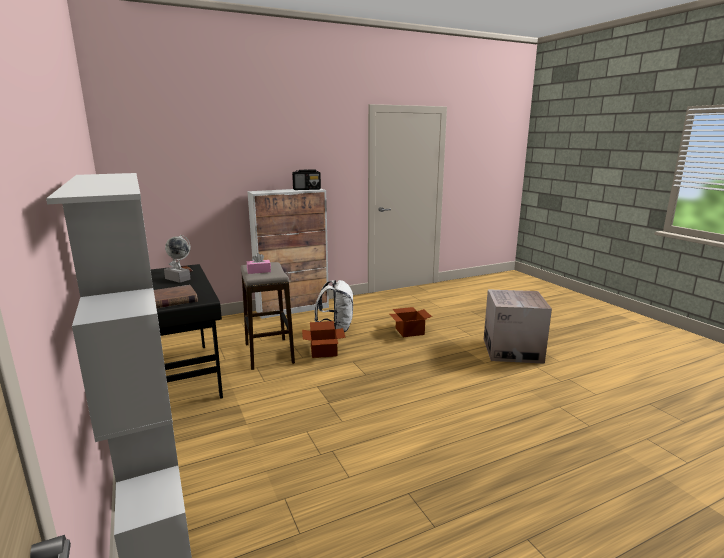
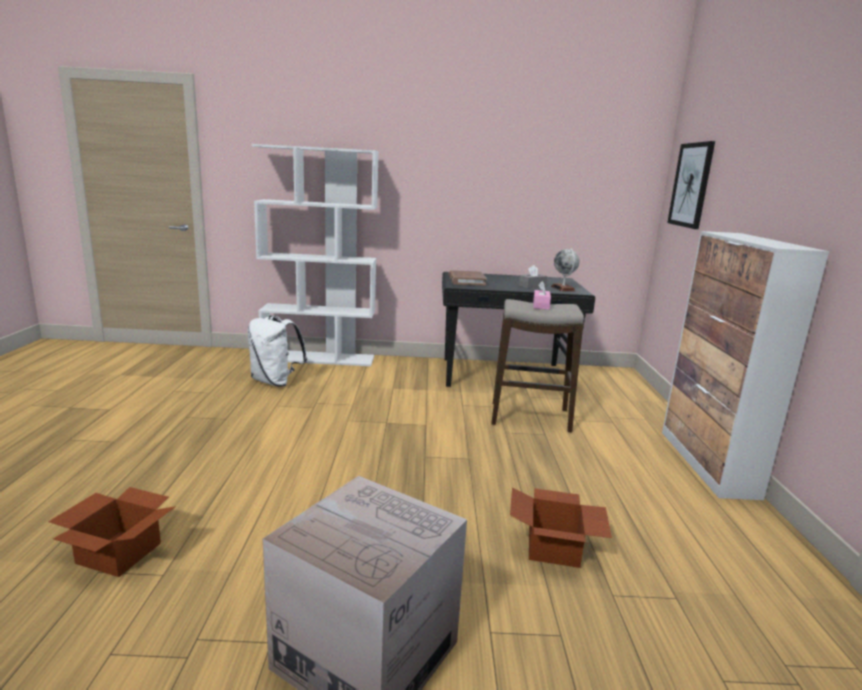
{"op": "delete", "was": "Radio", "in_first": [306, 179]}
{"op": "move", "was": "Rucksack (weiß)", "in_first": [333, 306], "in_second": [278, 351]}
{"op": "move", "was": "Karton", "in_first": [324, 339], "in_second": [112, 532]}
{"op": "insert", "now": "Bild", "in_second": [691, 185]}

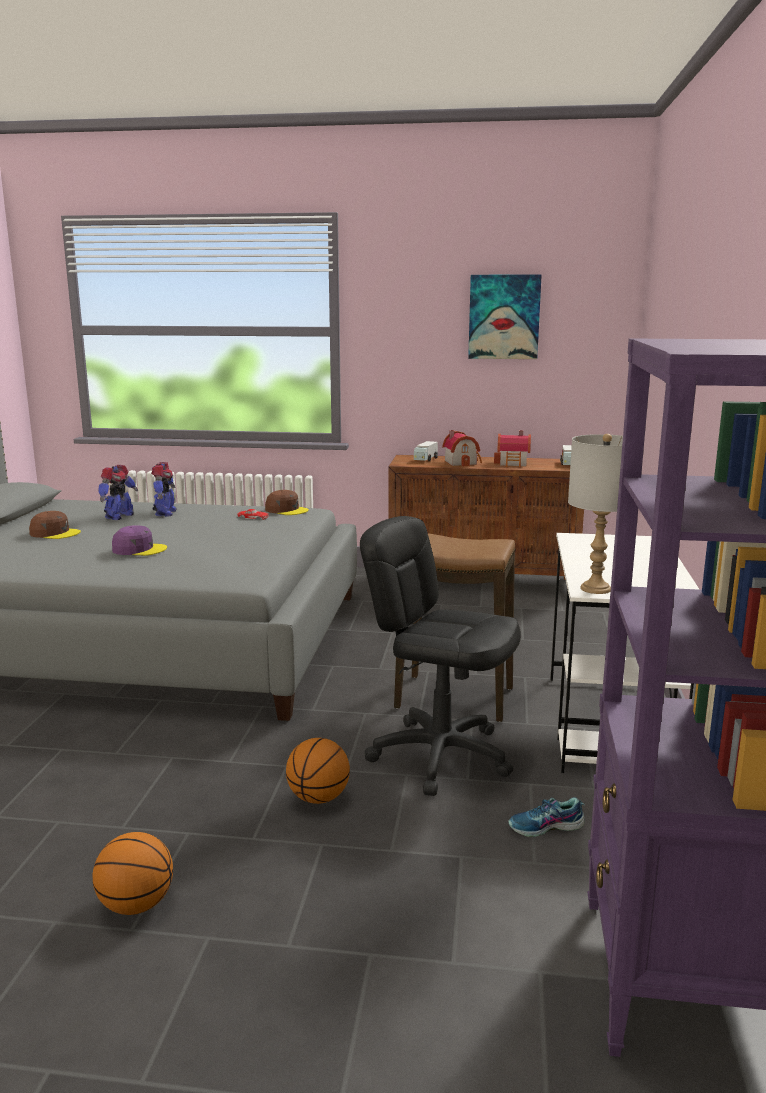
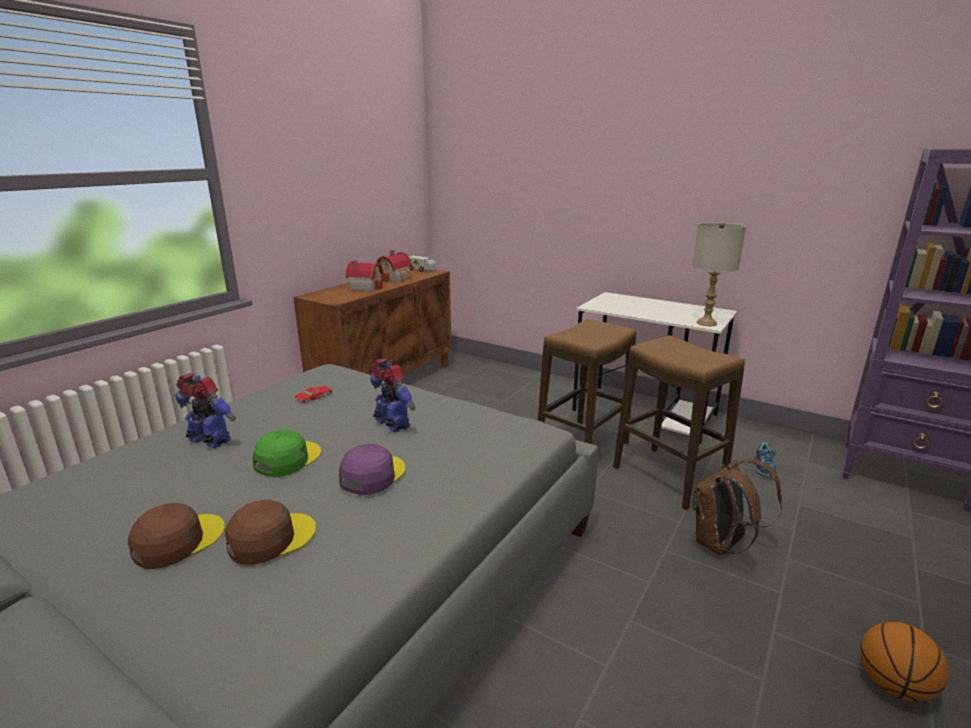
{"op": "delete", "was": "Bild", "in_first": [505, 316]}
{"op": "delete", "was": "Spielzeuglaster", "in_first": [426, 451]}
{"op": "move", "was": "Spielzeugroboter", "in_first": [118, 492], "in_second": [393, 395]}
{"op": "move", "was": "Kappe (braun)", "in_first": [287, 502], "in_second": [270, 532]}
{"op": "replace", "was": "Bürostuhl (schwarz)", "now": "Hocker", "in_first": [440, 656], "in_second": [679, 422]}
{"op": "replace", "was": "Basketball", "now": "Rucksack (braun)", "in_first": [318, 771], "in_second": [737, 507]}
{"op": "insert", "now": "Kappe (grün)", "in_second": [287, 453]}

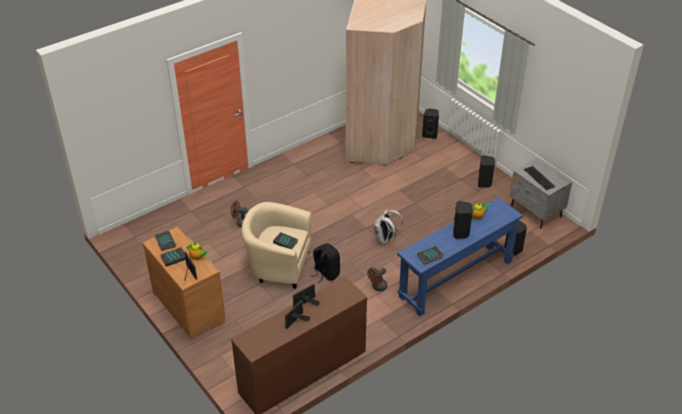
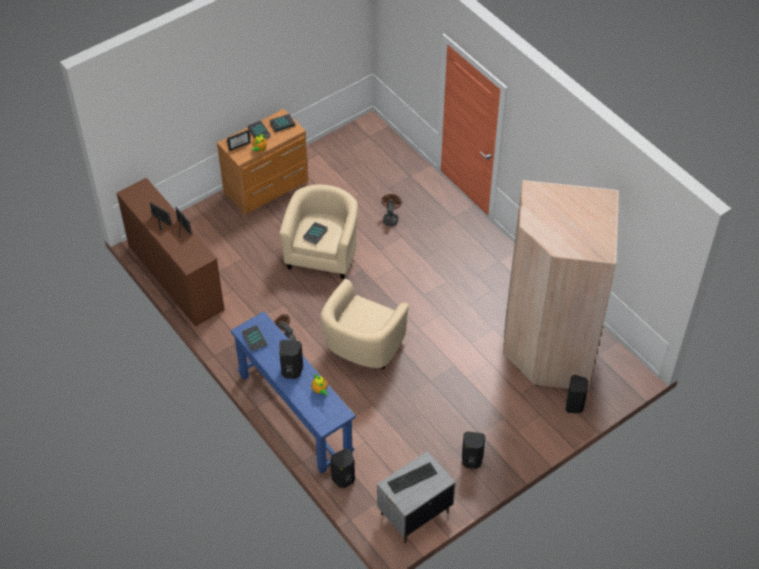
{"op": "replace", "was": "Rucksack (weiß)", "now": "Sessel (beige)", "in_first": [388, 226], "in_second": [364, 324]}
{"op": "delete", "was": "Rucksack (schwarz)", "in_first": [325, 263]}

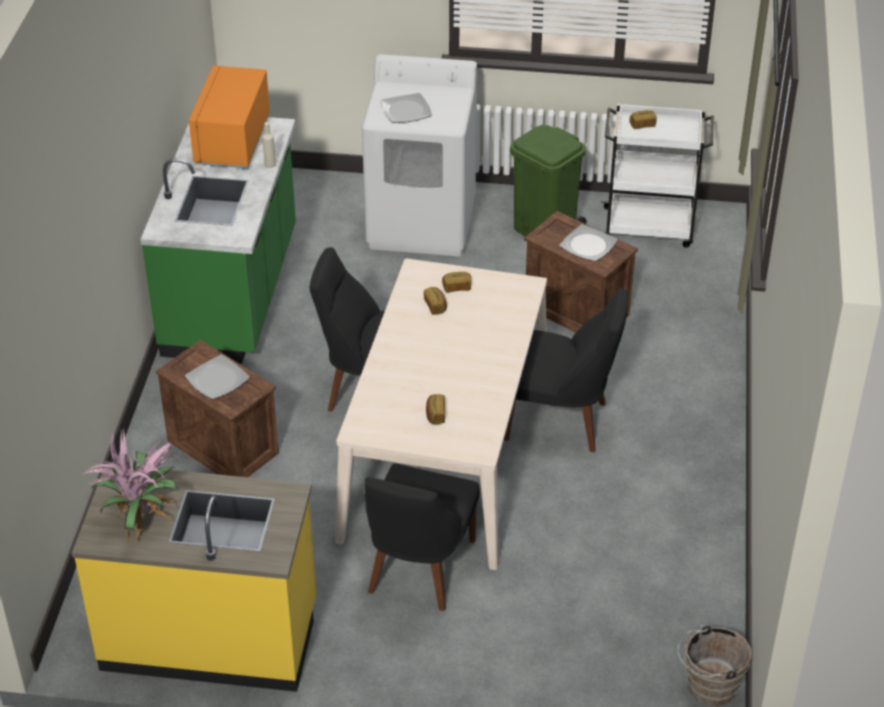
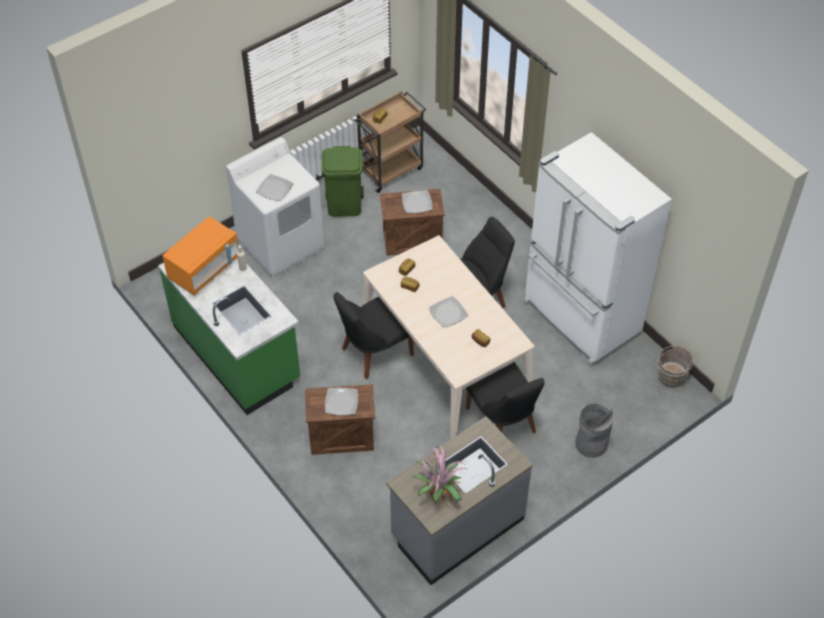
{"op": "rotate", "was": "Mikrowelle (orange)", "in_first": [229, 117], "in_second": [200, 255], "clockwise": -105}
{"op": "recolor", "was": "Rollwagen (weiß)", "now": "Rollwagen (braun)", "in_first": [657, 175], "in_second": [390, 142]}
{"op": "recolor", "was": "Küchenzeile (gelb)", "now": "Küchenzeile (grau)", "in_first": [194, 579], "in_second": [459, 500]}
{"op": "insert", "now": "Kühlschrank (weiß)", "in_second": [597, 249]}
{"op": "insert", "now": "Teller", "in_second": [448, 311]}
{"op": "insert", "now": "Mülleimer (grau)", "in_second": [594, 430]}

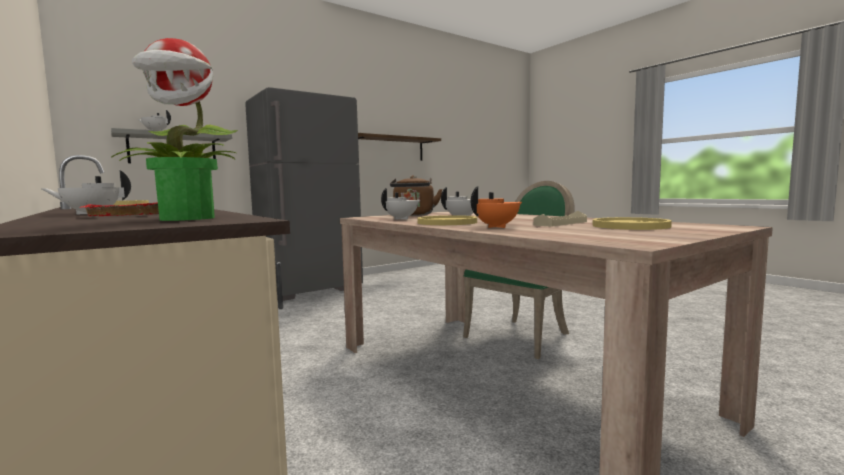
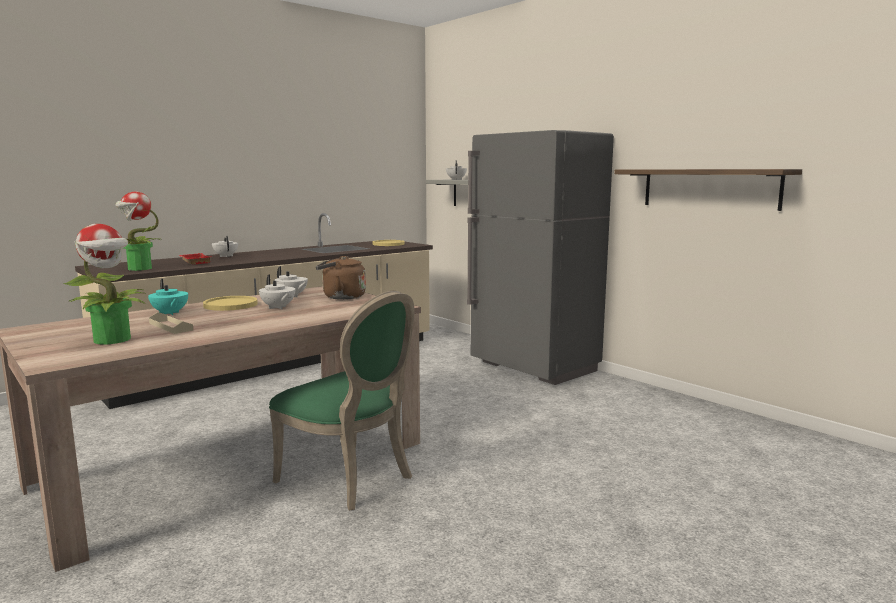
{"op": "recolor", "was": "Teekanne (orange)", "now": "Teekanne (türkis)", "in_first": [496, 207], "in_second": [168, 297]}
{"op": "replace", "was": "Teller (gelb)", "now": "Topfpflanze", "in_first": [632, 223], "in_second": [104, 284]}

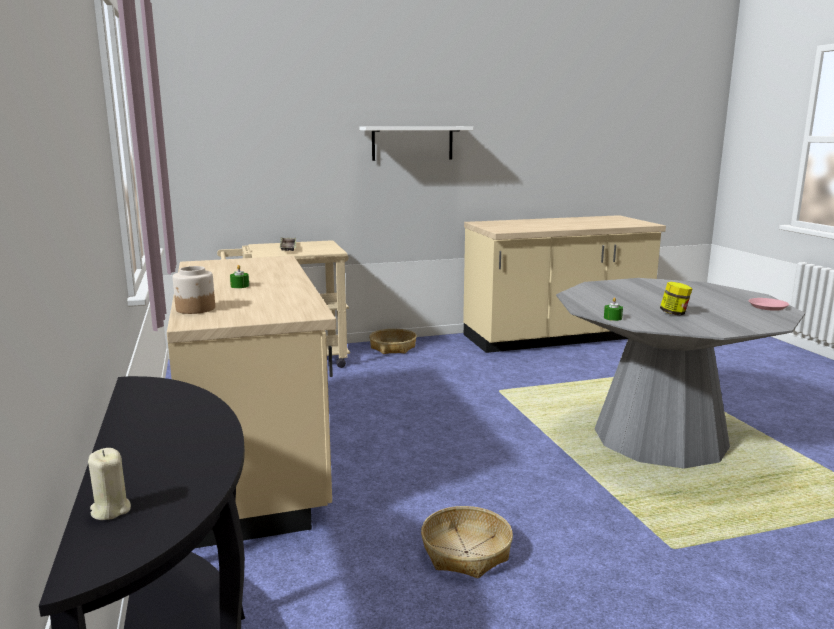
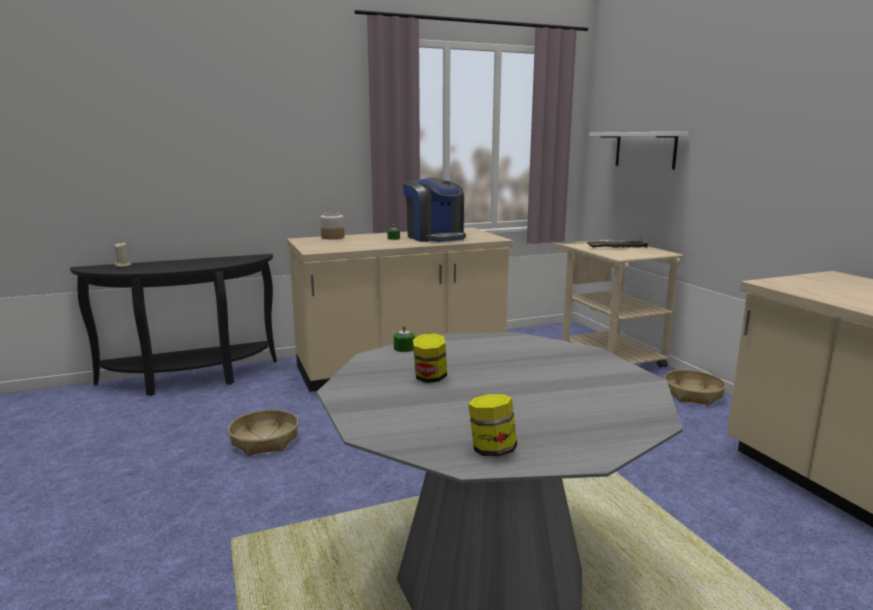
{"op": "move", "was": "Wandregal (weiß)", "in_first": [416, 143], "in_second": [639, 150]}
{"op": "replace", "was": "Teller (rosa)", "now": "Vorratsglas", "in_first": [769, 304], "in_second": [492, 425]}
{"op": "insert", "now": "Kaffeemaschine", "in_second": [434, 210]}

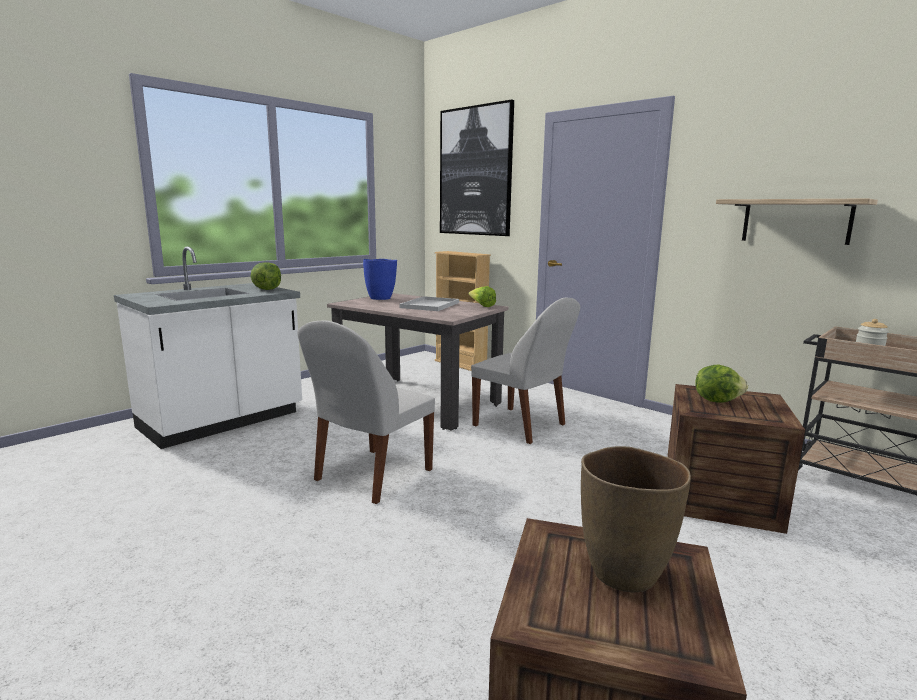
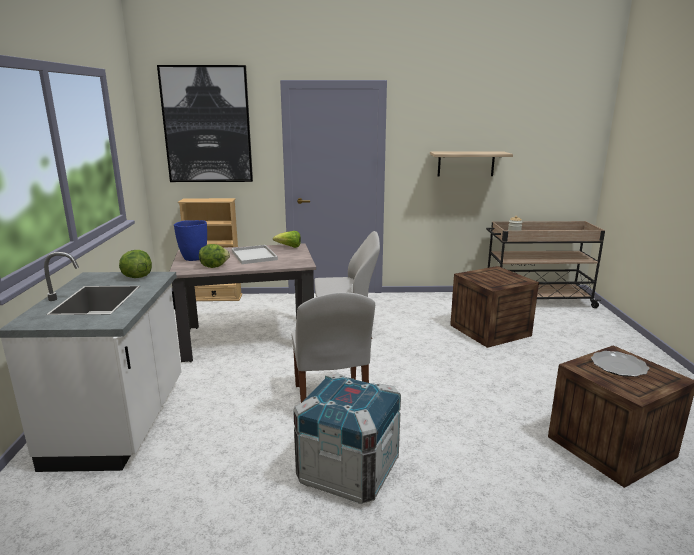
{"op": "move", "was": "Salatkopf", "in_first": [721, 384], "in_second": [214, 256]}
{"op": "replace", "was": "Vase (braun)", "now": "Teller", "in_first": [636, 519], "in_second": [620, 364]}
{"op": "insert", "now": "Kiste", "in_second": [347, 438]}

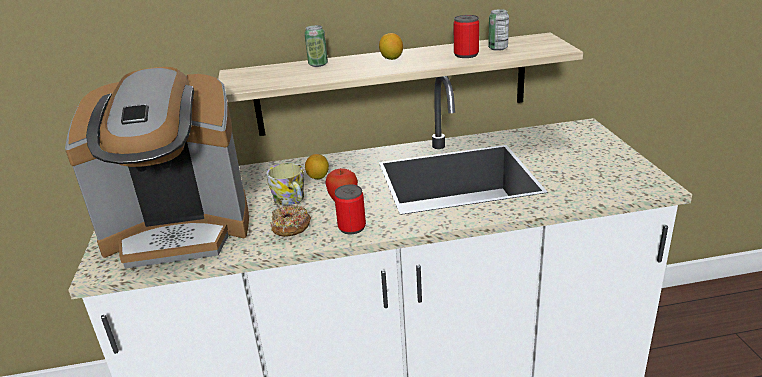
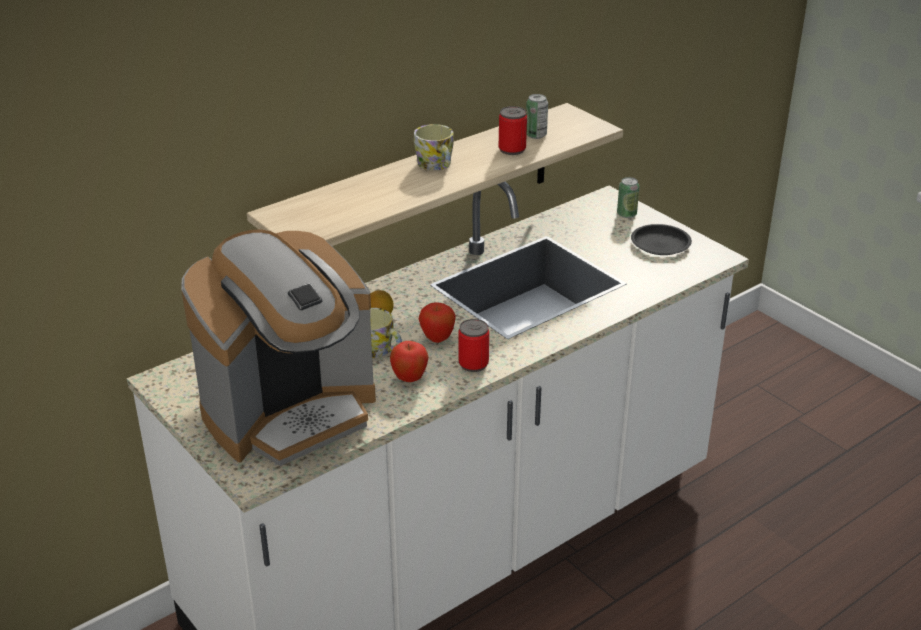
{"op": "move", "was": "Dose", "in_first": [316, 46], "in_second": [628, 197]}
{"op": "replace", "was": "Zitrone", "now": "Henkelbecher", "in_first": [391, 46], "in_second": [434, 147]}
{"op": "replace", "was": "Donut", "now": "Apfel", "in_first": [290, 221], "in_second": [409, 361]}
{"op": "insert", "now": "Teller (schwarz)", "in_second": [661, 239]}

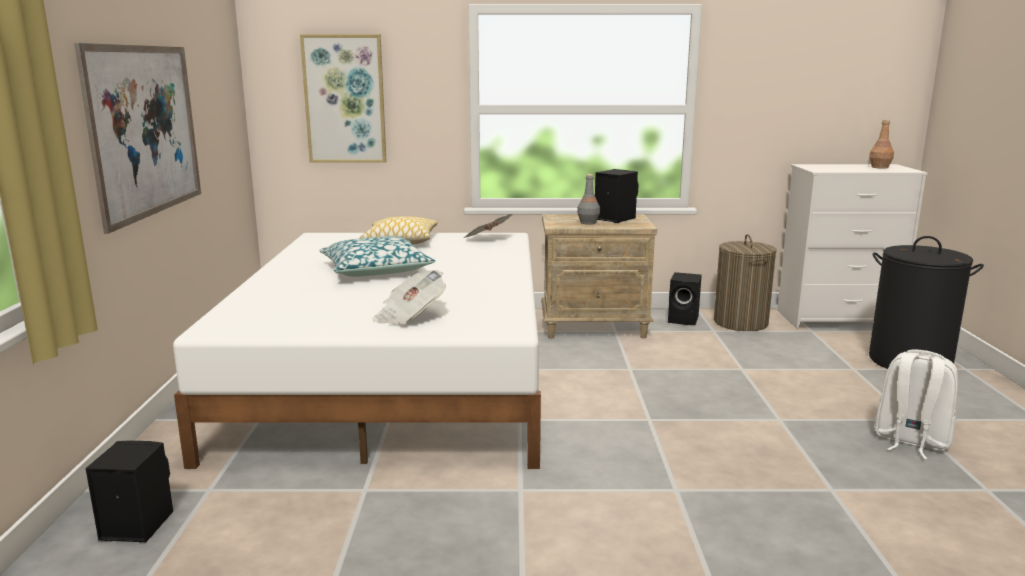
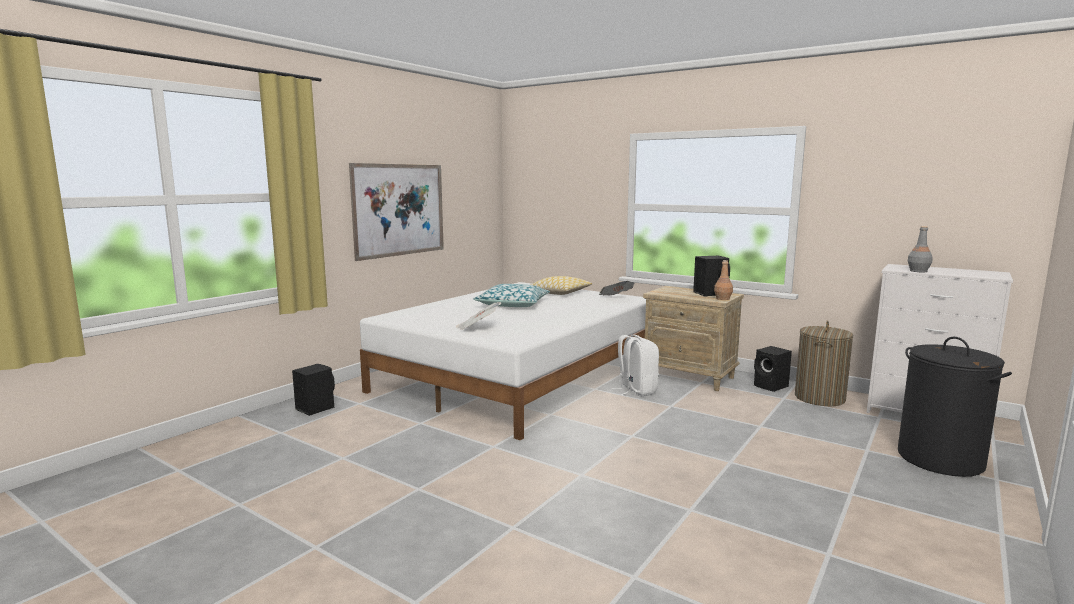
{"op": "delete", "was": "Bild", "in_first": [343, 98]}
{"op": "move", "was": "Flasche (braun)", "in_first": [881, 144], "in_second": [723, 280]}
{"op": "move", "was": "Flasche (grau)", "in_first": [588, 199], "in_second": [920, 249]}
{"op": "move", "was": "Rucksack (weiß)", "in_first": [916, 404], "in_second": [635, 365]}

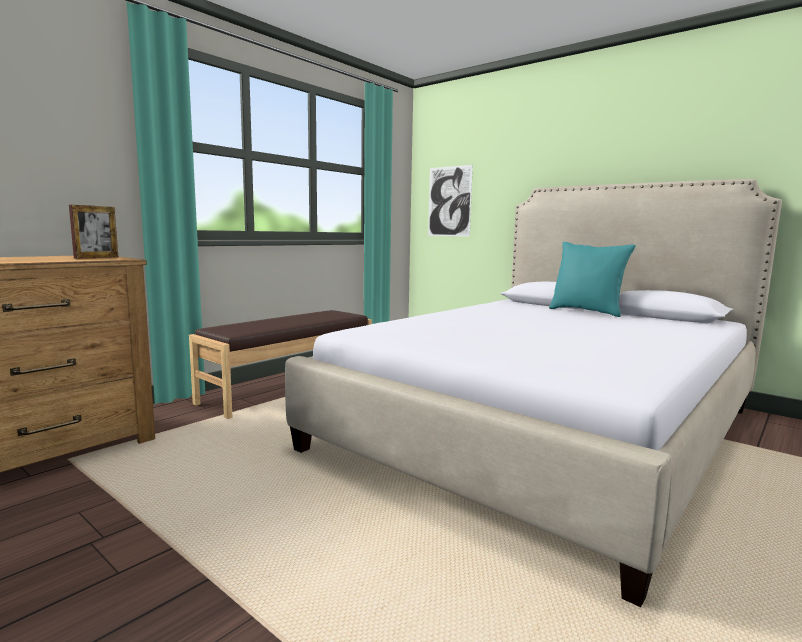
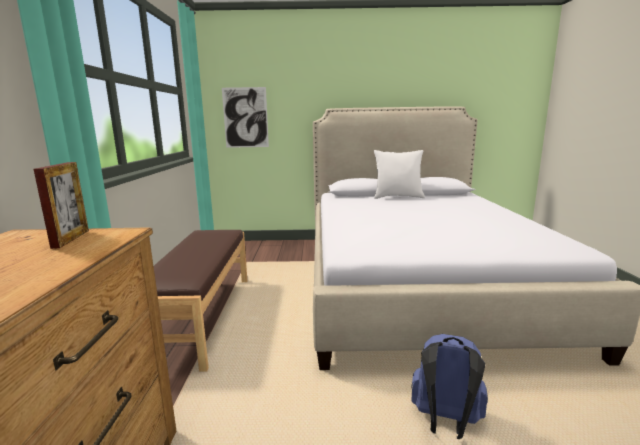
{"op": "recolor", "was": "Kissen (türkis)", "now": "Kissen (weiß)", "in_first": [592, 279], "in_second": [399, 174]}
{"op": "insert", "now": "Rucksack (blau)", "in_second": [449, 386]}

